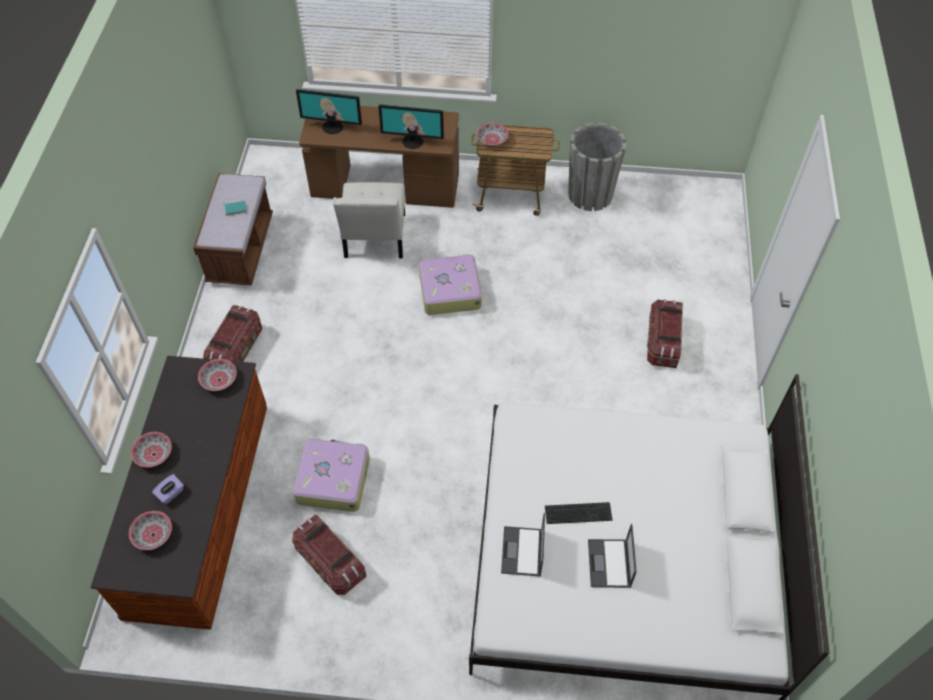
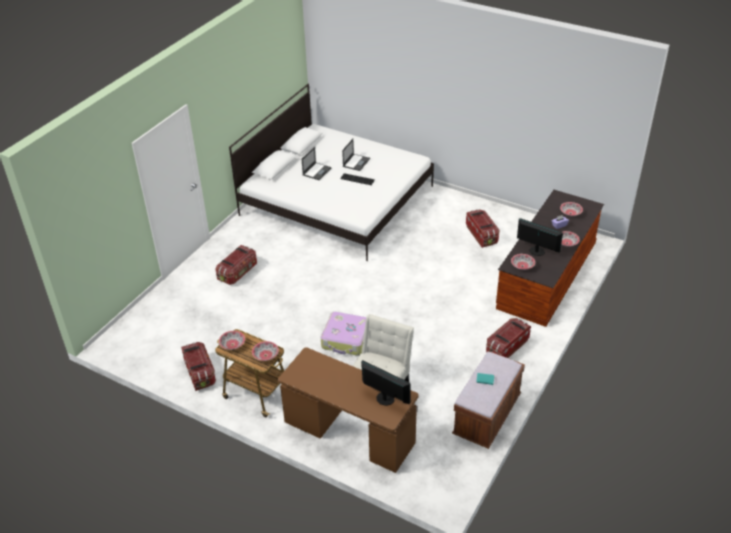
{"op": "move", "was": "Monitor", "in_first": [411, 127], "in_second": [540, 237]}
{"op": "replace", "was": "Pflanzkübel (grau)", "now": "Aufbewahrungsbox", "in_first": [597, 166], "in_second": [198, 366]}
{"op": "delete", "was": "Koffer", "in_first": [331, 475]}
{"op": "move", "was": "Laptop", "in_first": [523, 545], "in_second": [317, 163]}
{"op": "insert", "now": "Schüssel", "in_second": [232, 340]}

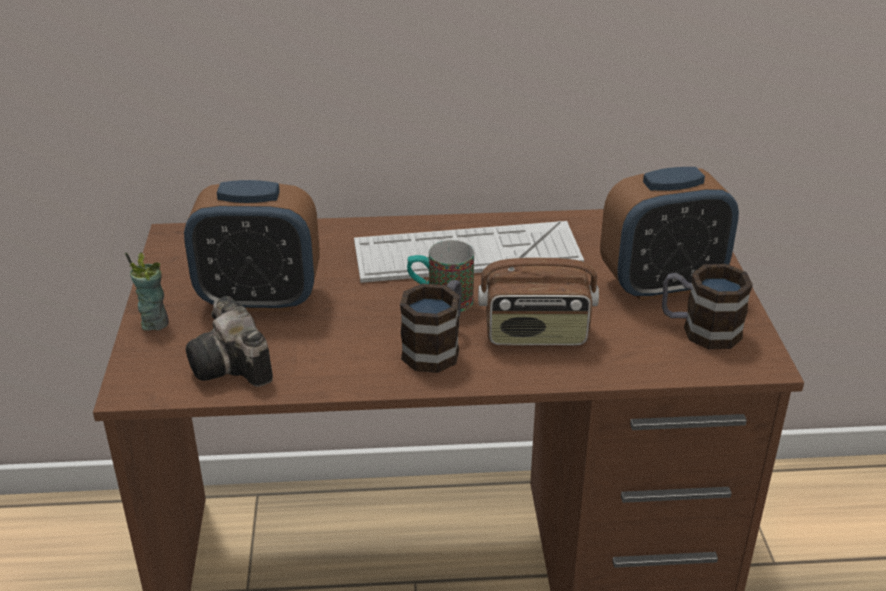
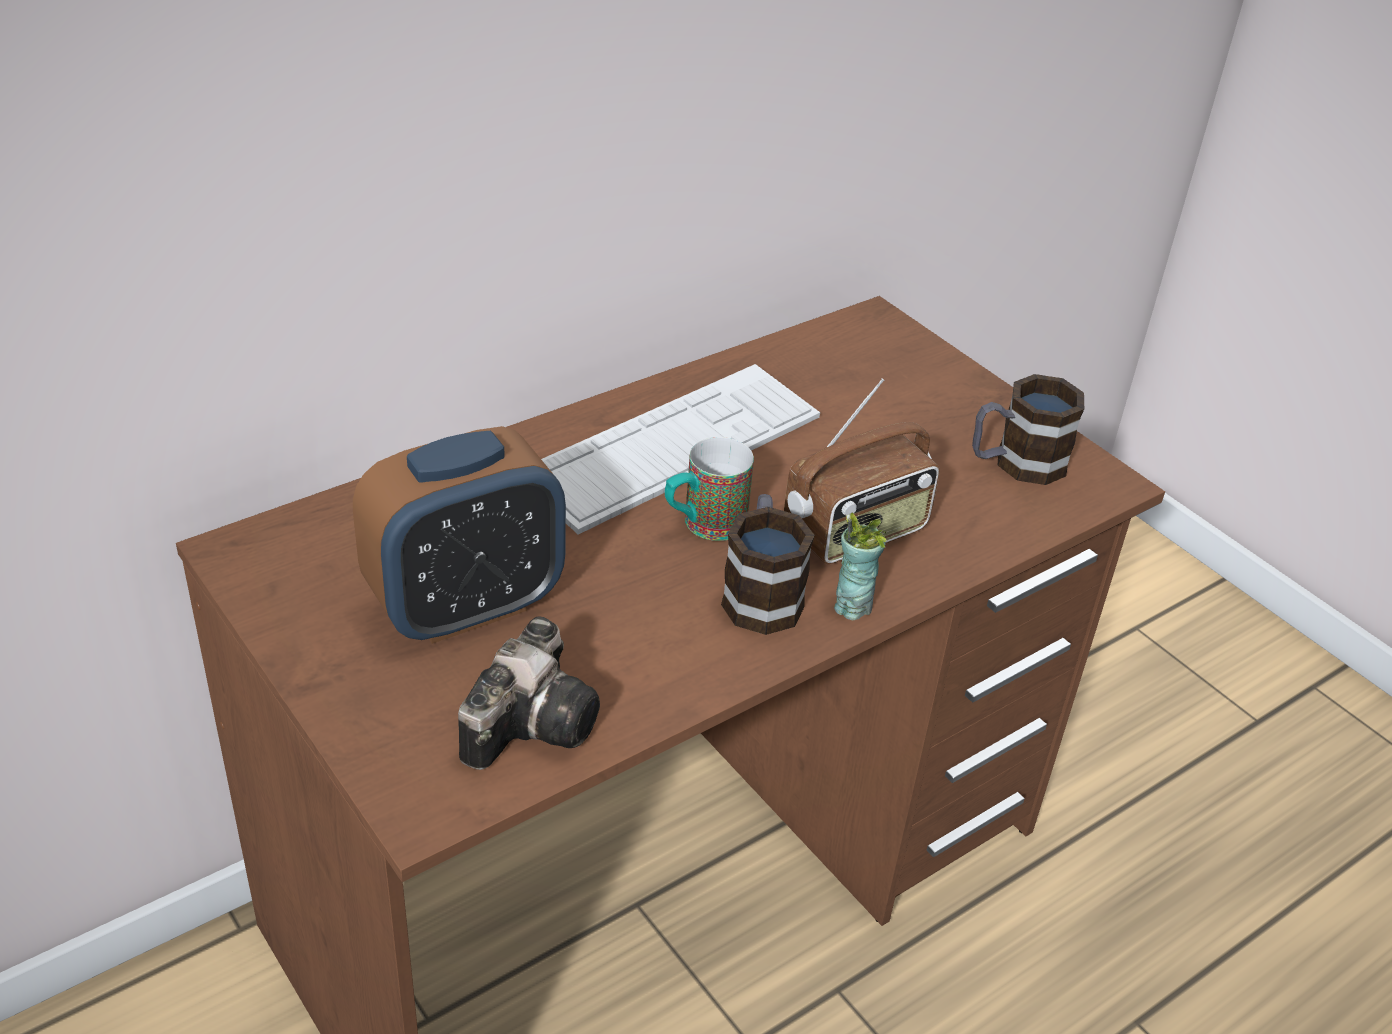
{"op": "delete", "was": "Wecker", "in_first": [669, 234]}
{"op": "move", "was": "Tasse", "in_first": [147, 291], "in_second": [860, 566]}
{"op": "rotate", "was": "Kamera", "in_first": [229, 341], "in_second": [529, 693], "clockwise": -90}

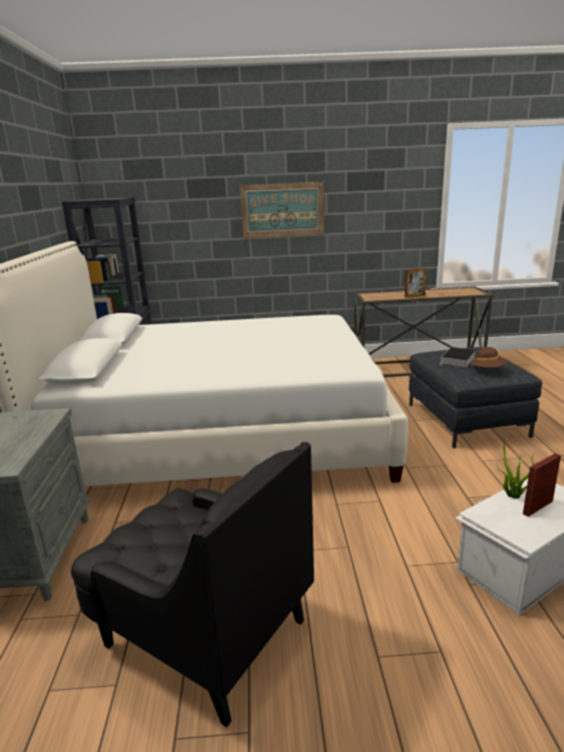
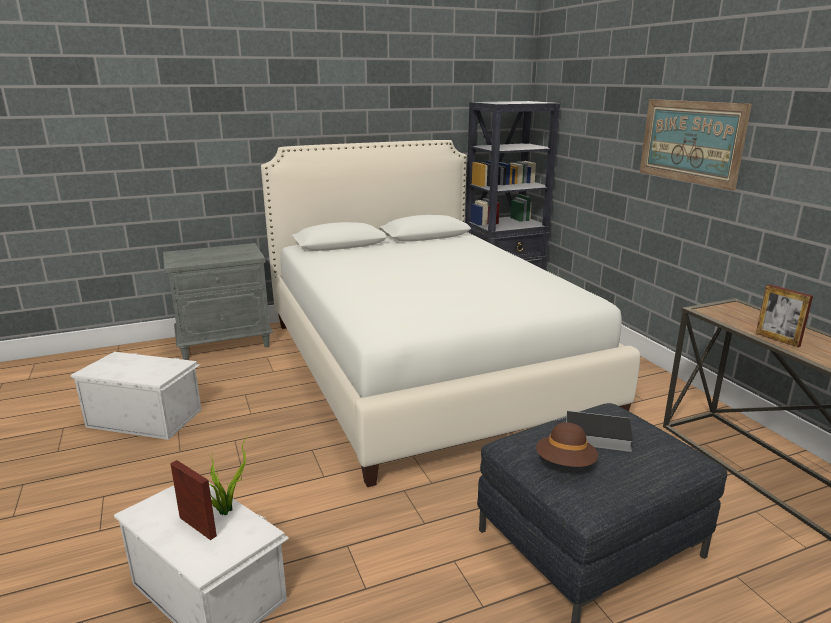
{"op": "replace", "was": "Sessel (schwarz)", "now": "Aufbewahrungsbox (weiß)", "in_first": [192, 584], "in_second": [136, 396]}

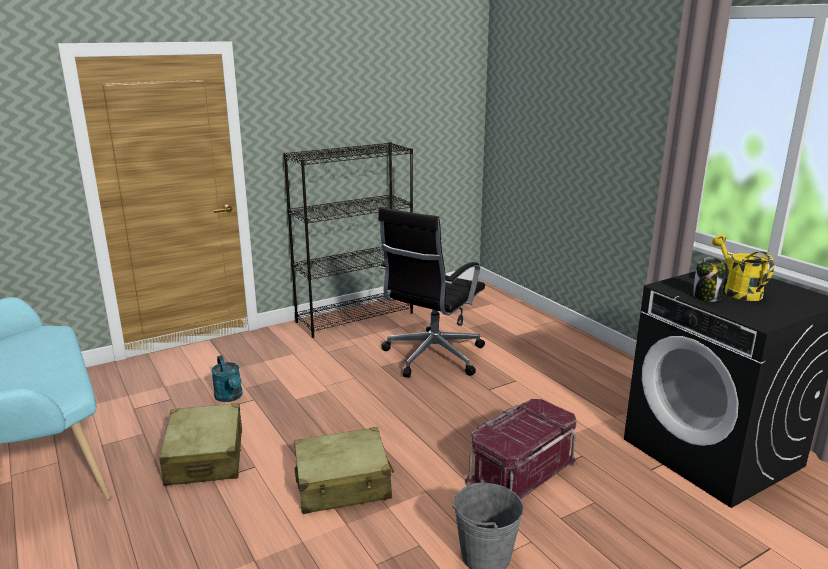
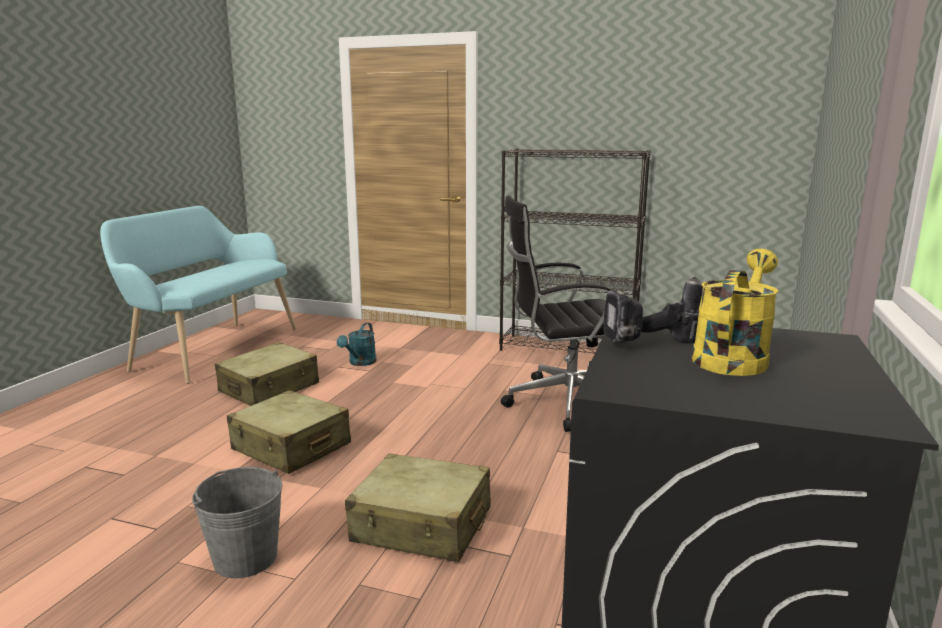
{"op": "replace", "was": "Vorratsglas", "now": "Bohrmaschine", "in_first": [709, 279], "in_second": [653, 309]}
{"op": "replace", "was": "Aufbewahrungsbox (rot)", "now": "Koffer (beige)", "in_first": [521, 449], "in_second": [418, 507]}

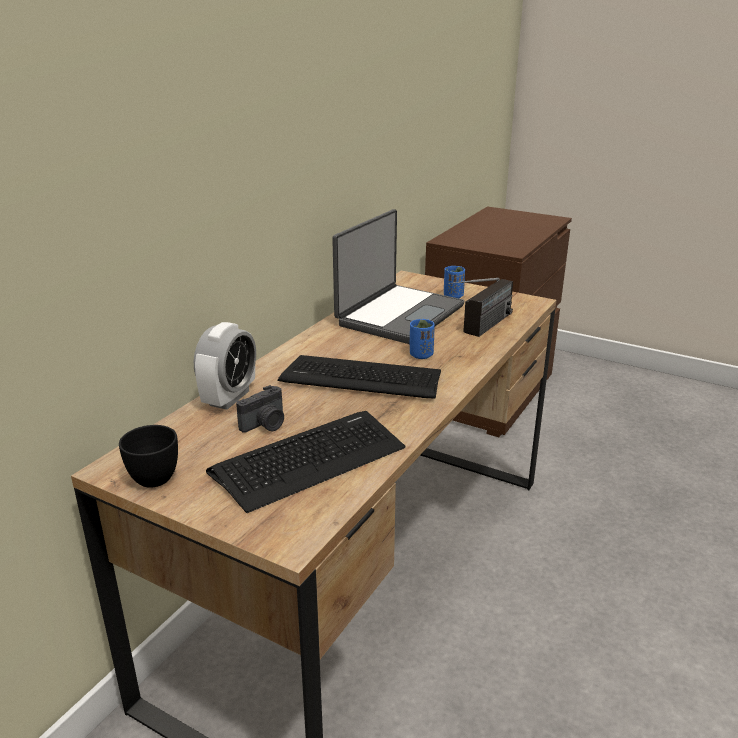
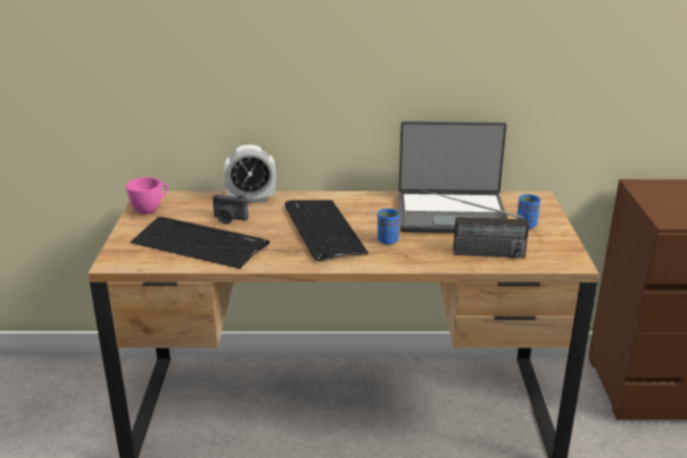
{"op": "recolor", "was": "Tasse (schwarz)", "now": "Tasse (rosa)", "in_first": [148, 456], "in_second": [147, 195]}

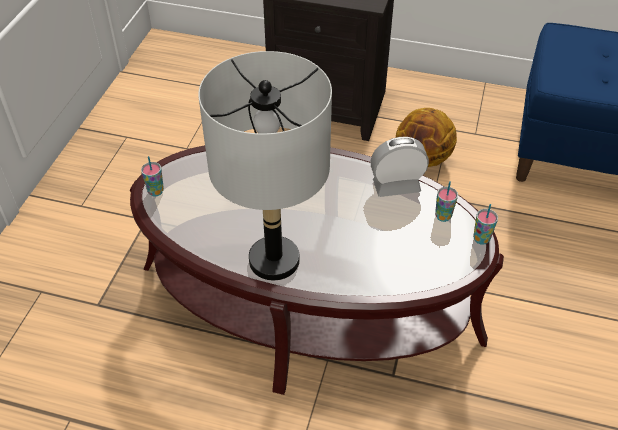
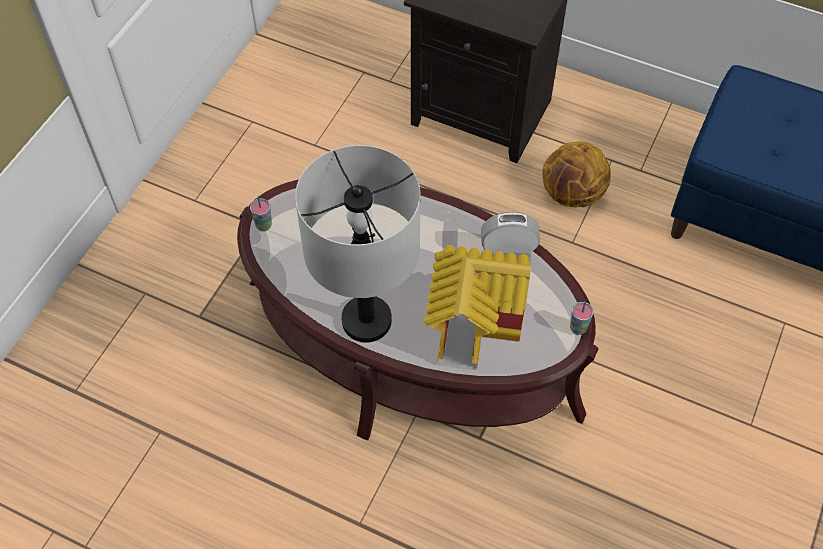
{"op": "delete", "was": "Tasse", "in_first": [446, 201]}
{"op": "insert", "now": "Spielzeughaus", "in_second": [477, 307]}

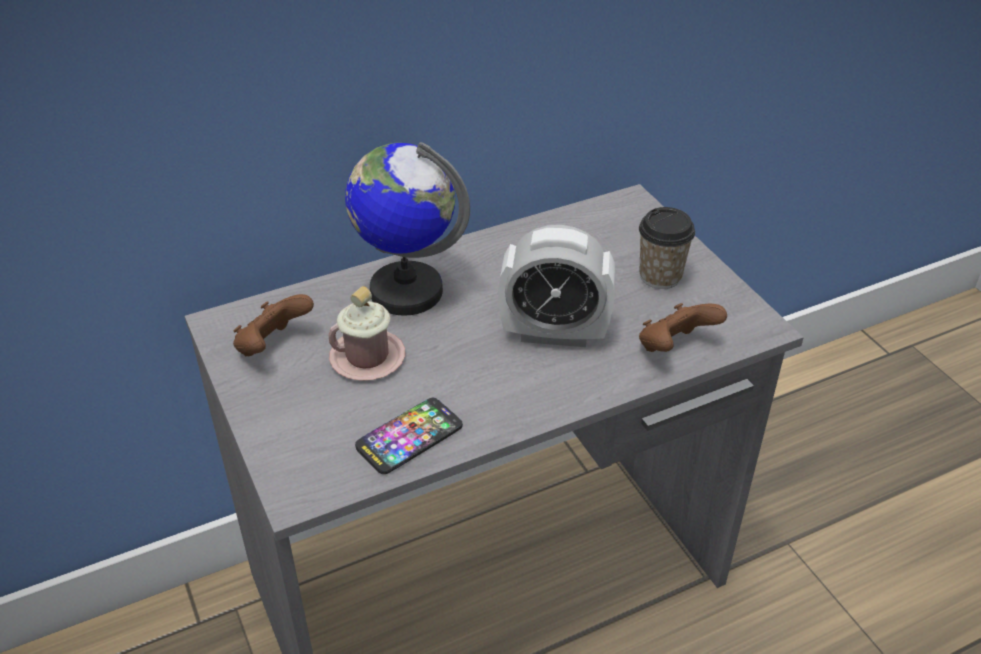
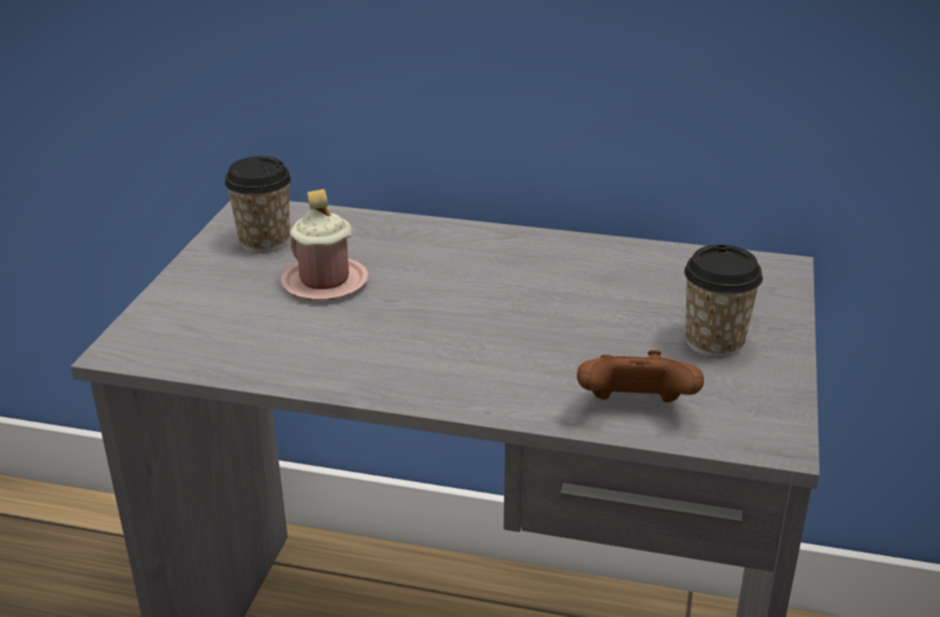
{"op": "delete", "was": "Globus", "in_first": [407, 229]}
{"op": "delete", "was": "Wecker", "in_first": [557, 286]}
{"op": "replace", "was": "Gamepad (braun)", "now": "Tasse", "in_first": [273, 325], "in_second": [258, 204]}
{"op": "delete", "was": "Handy", "in_first": [409, 436]}

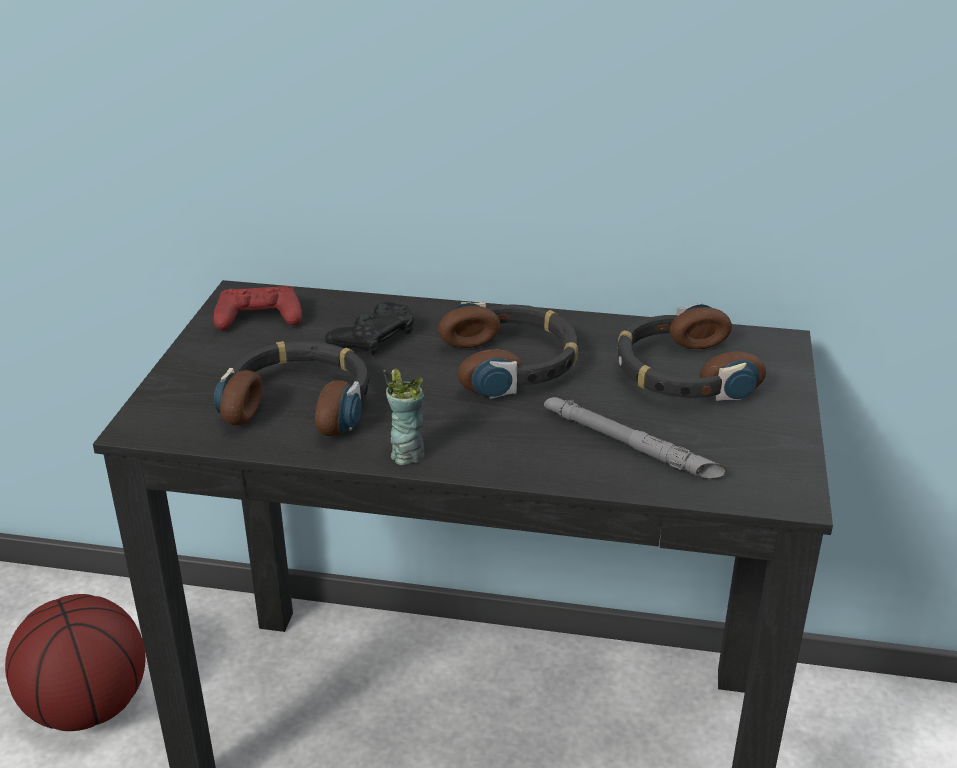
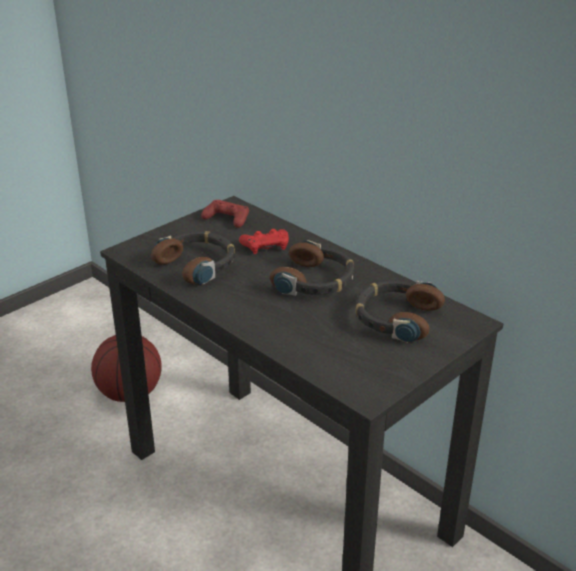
{"op": "recolor", "was": "Gamepad (schwarz)", "now": "Gamepad (rot)", "in_first": [369, 329], "in_second": [264, 241]}
{"op": "delete", "was": "Tasse", "in_first": [404, 416]}
{"op": "delete", "was": "Taschenlampe (grau)", "in_first": [635, 438]}

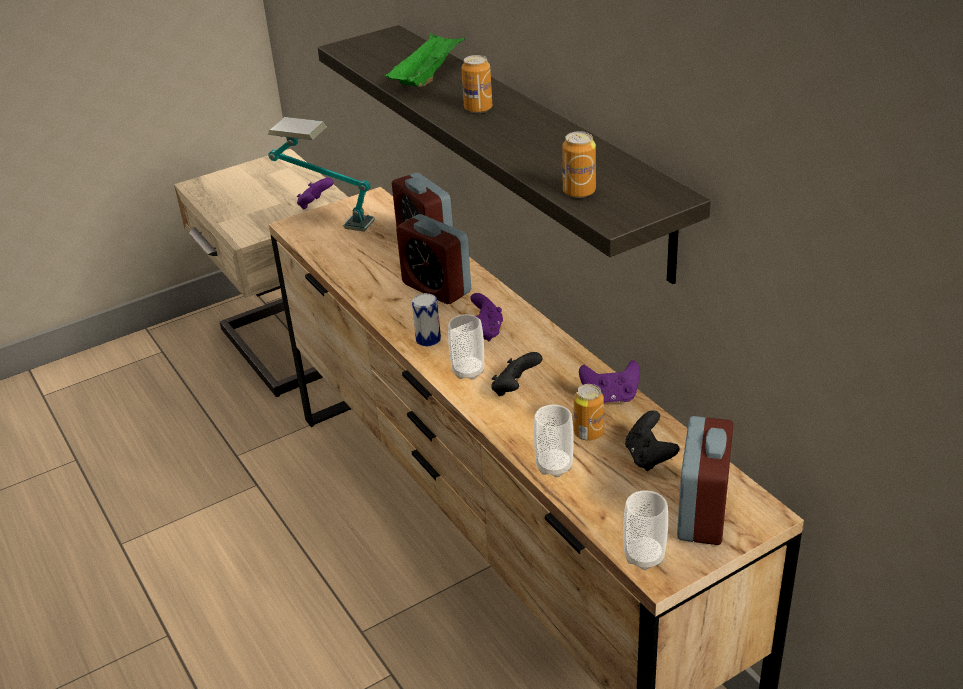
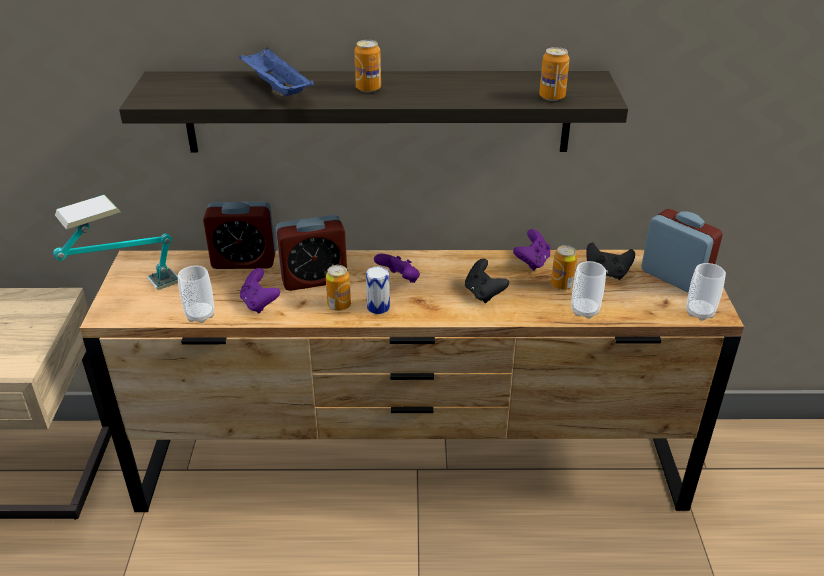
{"op": "recolor", "was": "Tablett (grün)", "now": "Tablett (blau)", "in_first": [425, 60], "in_second": [276, 71]}
{"op": "move", "was": "Gamepad (lila)", "in_first": [315, 193], "in_second": [260, 291]}
{"op": "move", "was": "Tasse", "in_first": [466, 347], "in_second": [196, 294]}
{"op": "insert", "now": "Dose", "in_second": [338, 288]}

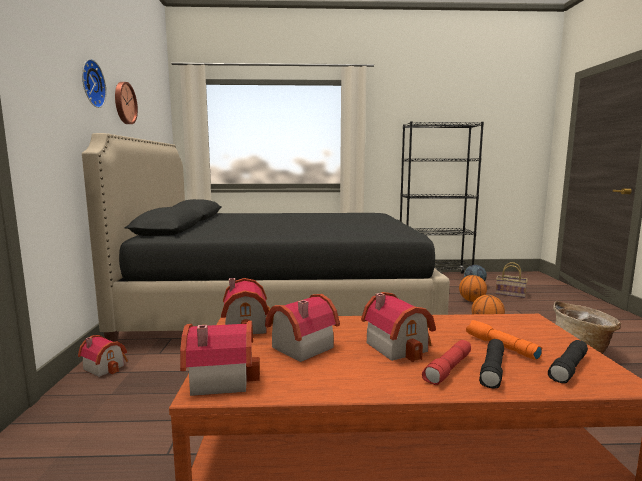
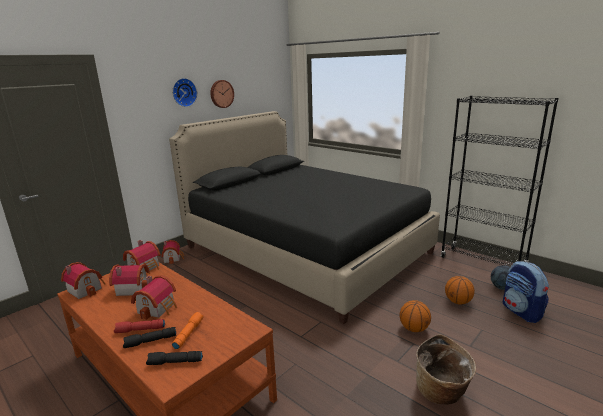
{"op": "replace", "was": "Korb", "now": "Rucksack", "in_first": [511, 280], "in_second": [526, 292]}

